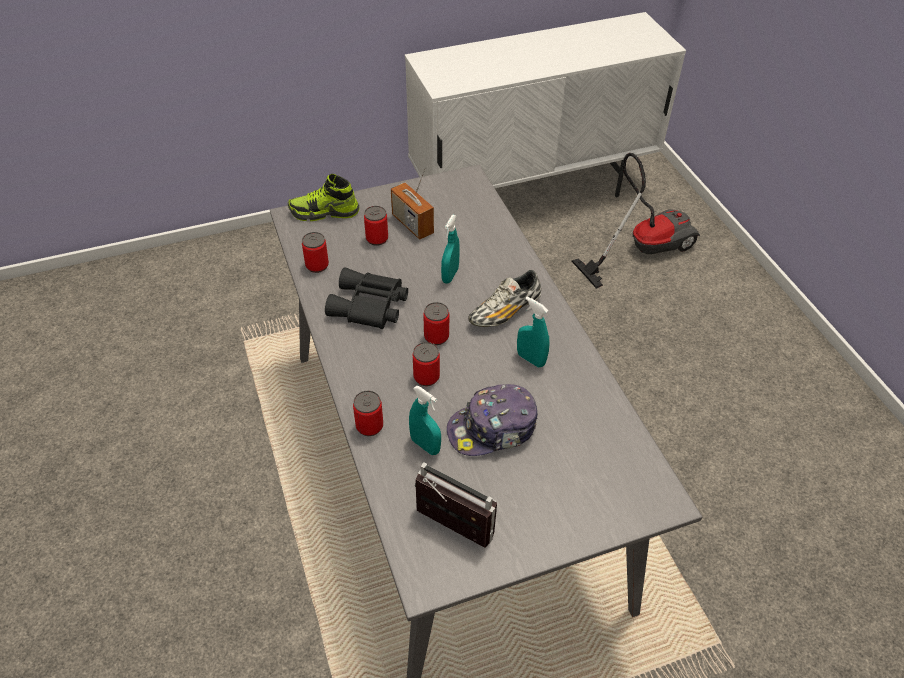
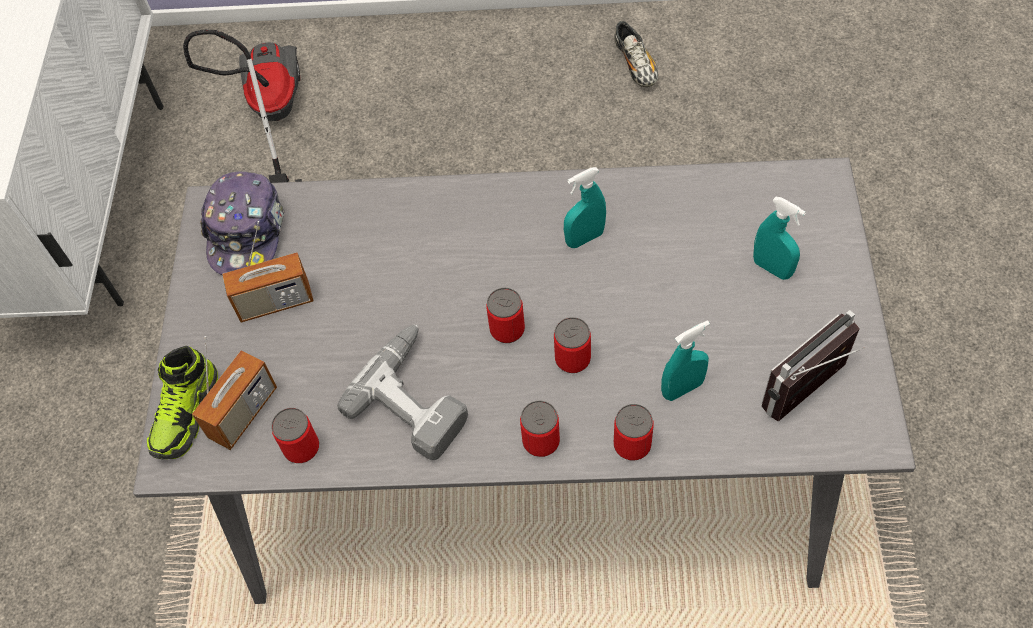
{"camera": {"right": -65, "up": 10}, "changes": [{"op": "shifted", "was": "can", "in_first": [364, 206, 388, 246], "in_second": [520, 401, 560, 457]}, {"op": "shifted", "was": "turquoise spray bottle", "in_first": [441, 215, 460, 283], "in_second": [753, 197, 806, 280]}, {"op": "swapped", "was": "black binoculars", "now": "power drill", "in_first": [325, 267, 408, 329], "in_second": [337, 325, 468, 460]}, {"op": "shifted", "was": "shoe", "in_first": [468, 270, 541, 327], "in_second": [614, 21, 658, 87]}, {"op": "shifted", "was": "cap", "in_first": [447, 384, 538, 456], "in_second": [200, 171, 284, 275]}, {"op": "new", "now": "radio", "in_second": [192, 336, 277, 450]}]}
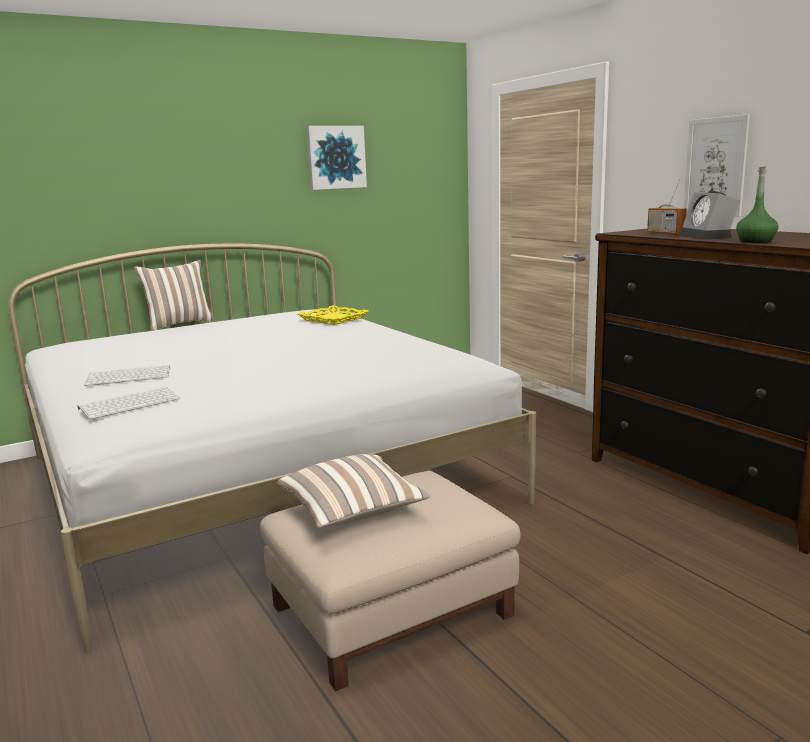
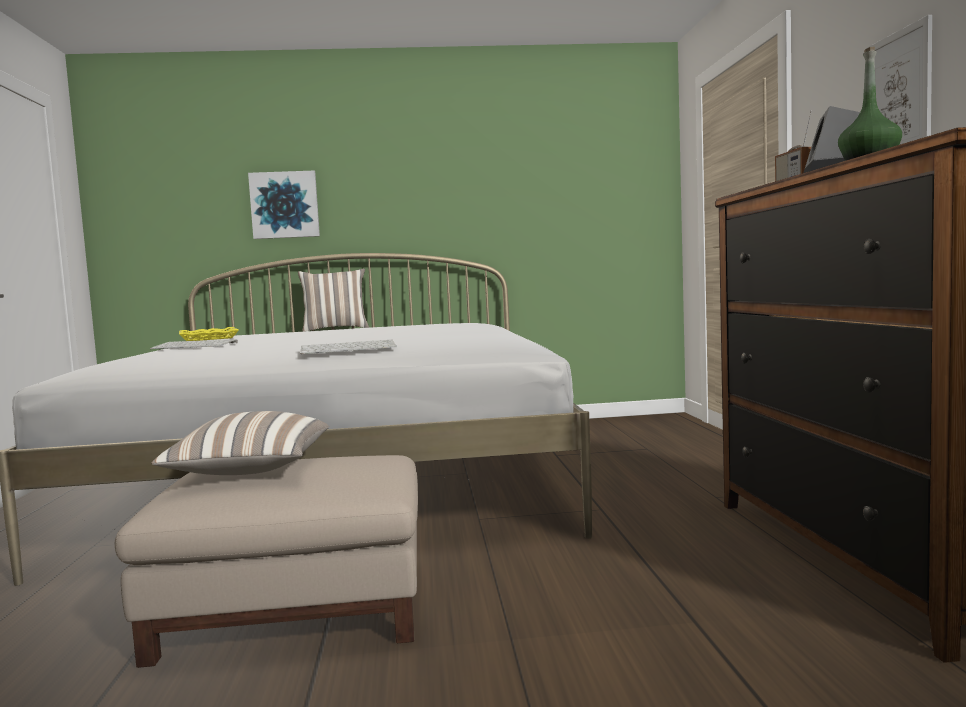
{"camera": {"right": 25, "up": -10}, "changes": [{"op": "shifted", "was": "picture", "in_first": [307, 126, 367, 190], "in_second": [248, 171, 320, 239]}, {"op": "shifted", "was": "yellow tray", "in_first": [298, 306, 369, 325], "in_second": [179, 327, 239, 341]}, {"op": "shifted", "was": "keyboard", "in_first": [78, 387, 180, 420], "in_second": [300, 340, 397, 354]}]}
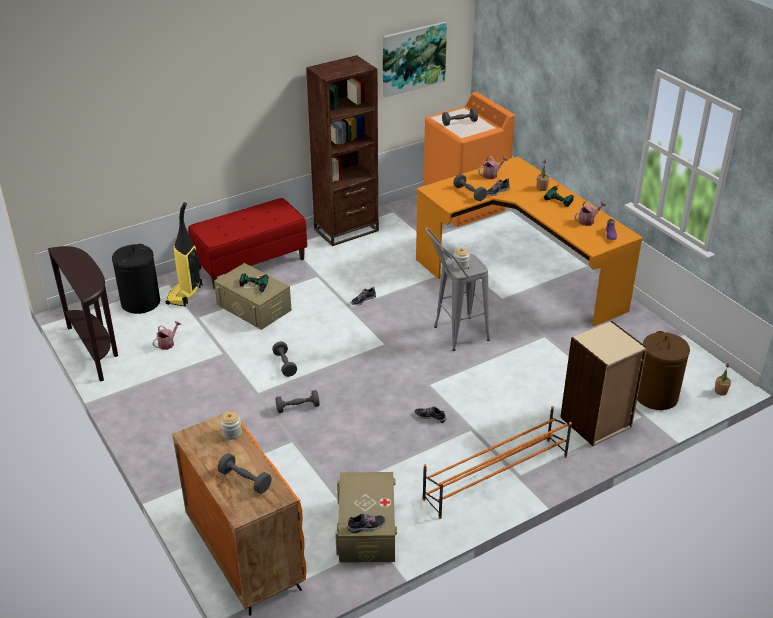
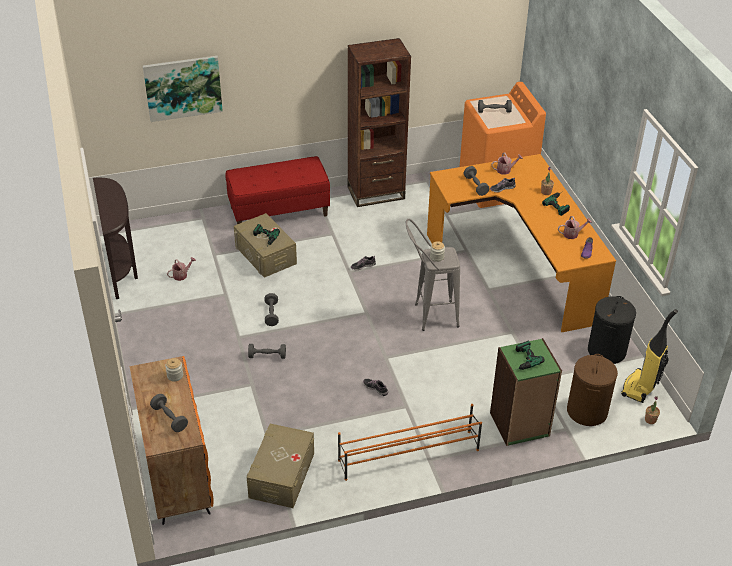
{"camera": {"right": 15, "up": 5}, "changes": [{"op": "shifted", "was": "picture", "in_first": [383, 22, 447, 97], "in_second": [143, 56, 223, 122]}, {"op": "shifted", "was": "vacuum cleaner", "in_first": [165, 202, 202, 306], "in_second": [621, 309, 678, 403]}, {"op": "shifted", "was": "black laundry basket", "in_first": [112, 244, 160, 314], "in_second": [588, 296, 636, 364]}, {"op": "repainted", "was": "beige bookcase", "now": "green bookcase", "in_first": [560, 321, 647, 446], "in_second": [490, 338, 562, 446]}, {"op": "gone", "was": "shoe", "in_first": [347, 514, 385, 533]}, {"op": "new", "now": "power drill", "in_second": [513, 341, 544, 371]}]}
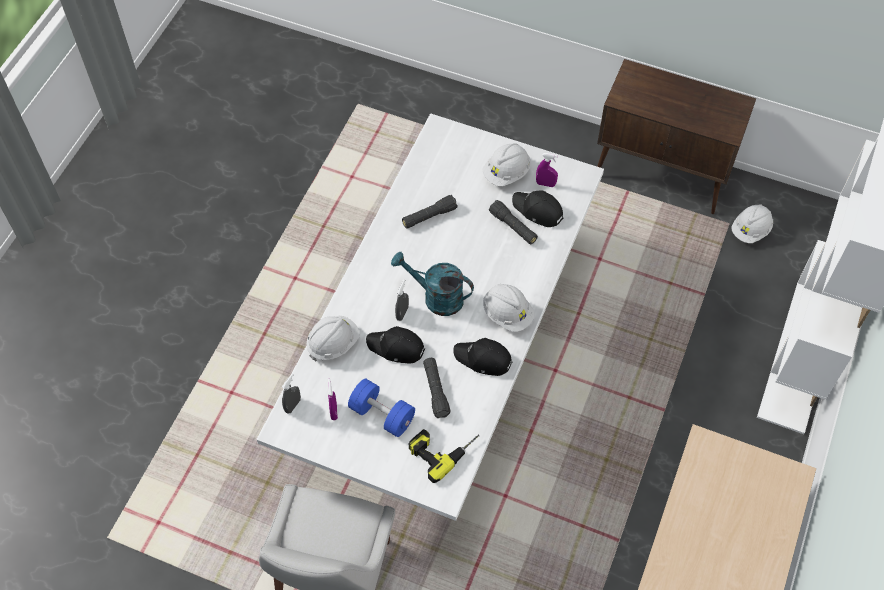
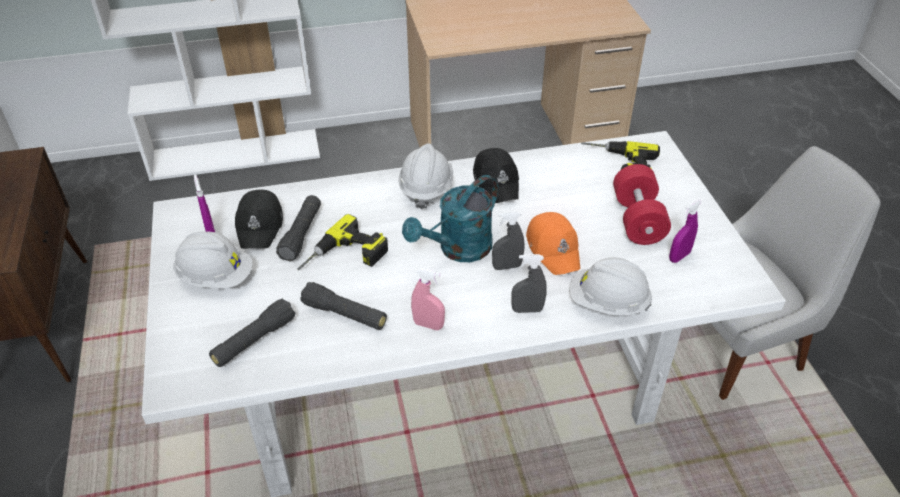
{"camera": {"right": -125, "up": -15}, "changes": [{"op": "gone", "was": "white hard hat", "in_first": [731, 204, 773, 243]}, {"op": "rotated", "was": "turquoise watering can", "in_first": [391, 252, 474, 316], "in_second": [402, 175, 498, 262], "clockwise": 60}, {"op": "repainted", "was": "black cap", "now": "orange cap", "in_first": [366, 326, 425, 364], "in_second": [526, 212, 580, 275]}, {"op": "shifted", "was": "black flashlight", "in_first": [423, 358, 451, 418], "in_second": [209, 298, 295, 367]}, {"op": "shifted", "was": "grey spray bottle", "in_first": [282, 374, 301, 413], "in_second": [511, 254, 547, 313]}, {"op": "repainted", "was": "blue dumbbell", "now": "red dumbbell", "in_first": [348, 379, 415, 437], "in_second": [613, 164, 671, 245]}, {"op": "new", "now": "power drill", "in_second": [297, 214, 388, 270]}, {"op": "new", "now": "pink spray bottle", "in_second": [411, 268, 445, 330]}]}
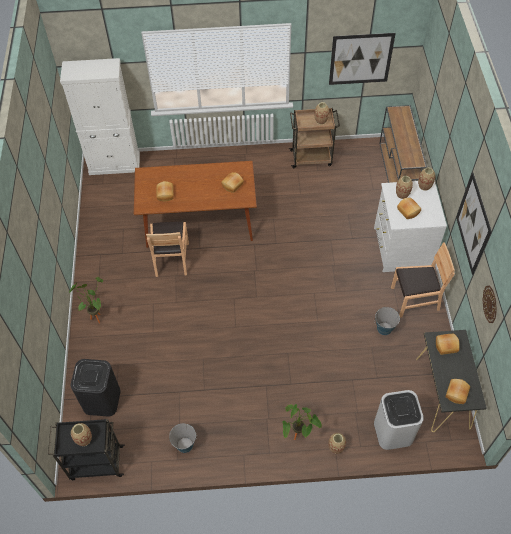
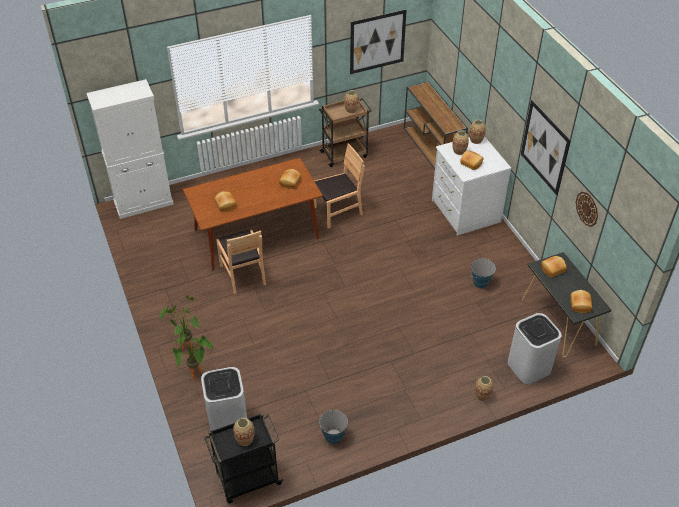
{"camera": {"right": -20, "up": -10}, "changes": [{"op": "shifted", "was": "brown chair", "in_first": [391, 242, 455, 318], "in_second": [313, 143, 365, 229]}, {"op": "repainted", "was": "black trash can", "now": "white trash can", "in_first": [71, 359, 121, 417], "in_second": [201, 367, 247, 431]}, {"op": "shifted", "was": "potted plant", "in_first": [282, 404, 322, 440], "in_second": [173, 331, 214, 380]}]}
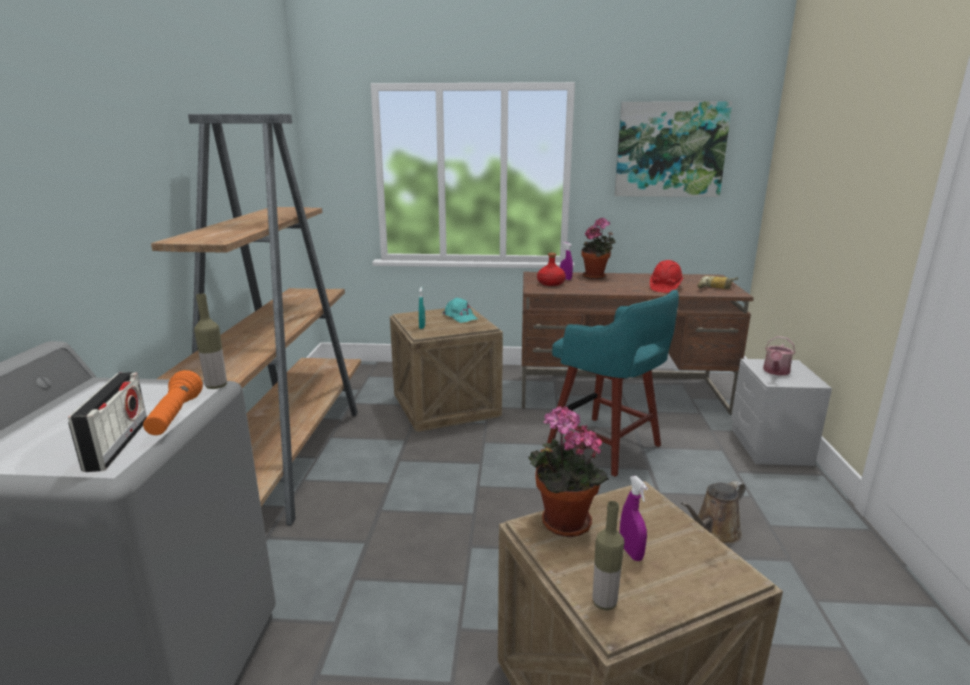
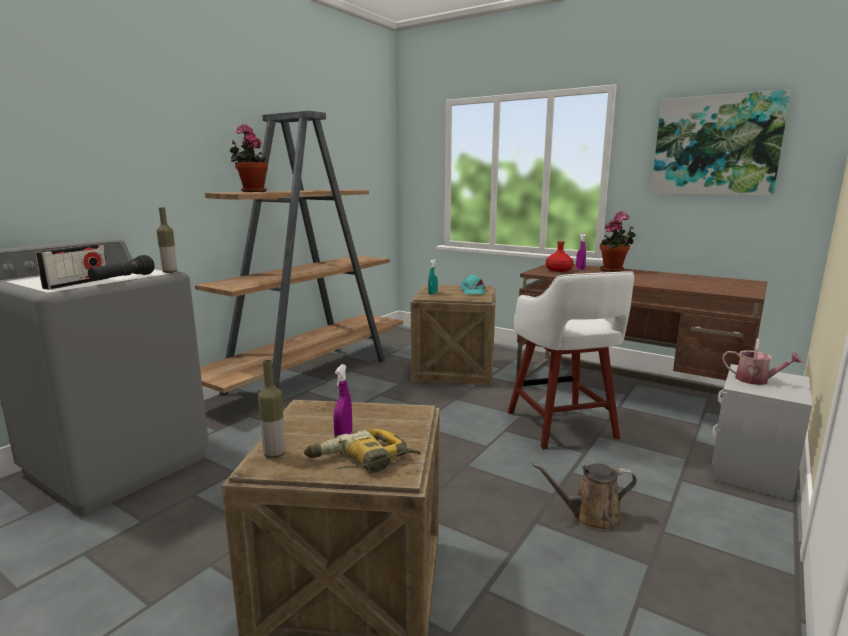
{"camera": {"right": 30, "up": -5}, "changes": [{"op": "gone", "was": "red hard hat", "in_first": [650, 260, 684, 293]}, {"op": "shifted", "was": "power drill", "in_first": [697, 276, 738, 289], "in_second": [304, 429, 421, 474]}, {"op": "repainted", "was": "turquoise stool", "now": "white stool", "in_first": [547, 290, 679, 477], "in_second": [508, 271, 634, 449]}, {"op": "rotated", "was": "watering can", "in_first": [763, 336, 795, 375], "in_second": [722, 339, 803, 385], "clockwise": -120}, {"op": "repainted", "was": "orange flashlight", "now": "black flashlight", "in_first": [143, 370, 203, 435], "in_second": [88, 255, 155, 281]}, {"op": "shifted", "was": "potted plant", "in_first": [529, 406, 609, 537], "in_second": [230, 124, 268, 192]}]}
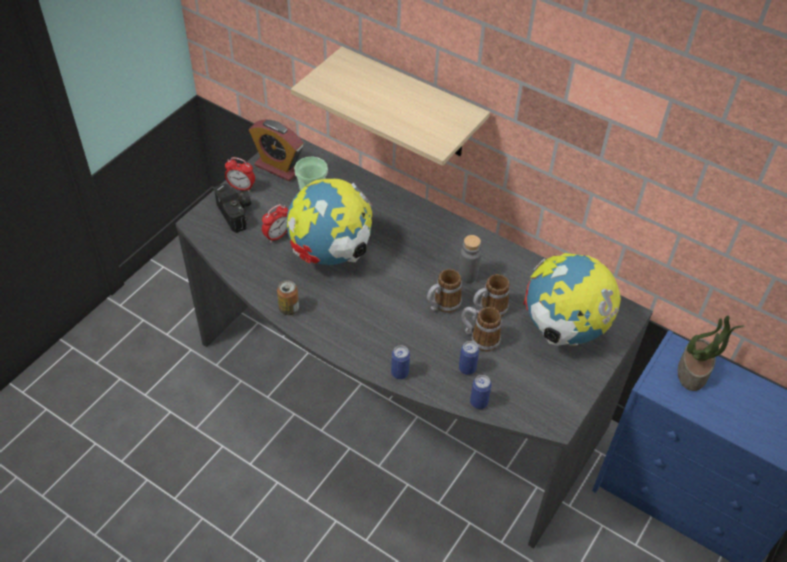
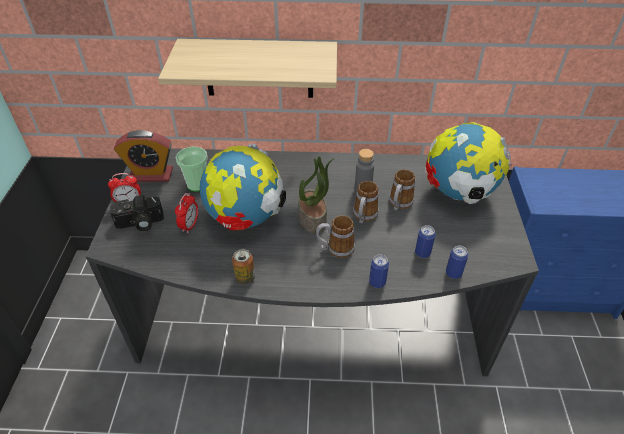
{"camera": {"right": -30, "up": -5}, "changes": [{"op": "rotated", "was": "photo camera", "in_first": [214, 183, 251, 233], "in_second": [110, 195, 164, 231], "clockwise": 135}, {"op": "shifted", "was": "mug", "in_first": [461, 307, 502, 352], "in_second": [316, 215, 355, 258]}, {"op": "shifted", "was": "potted plant", "in_first": [678, 315, 744, 391], "in_second": [298, 156, 335, 234]}]}
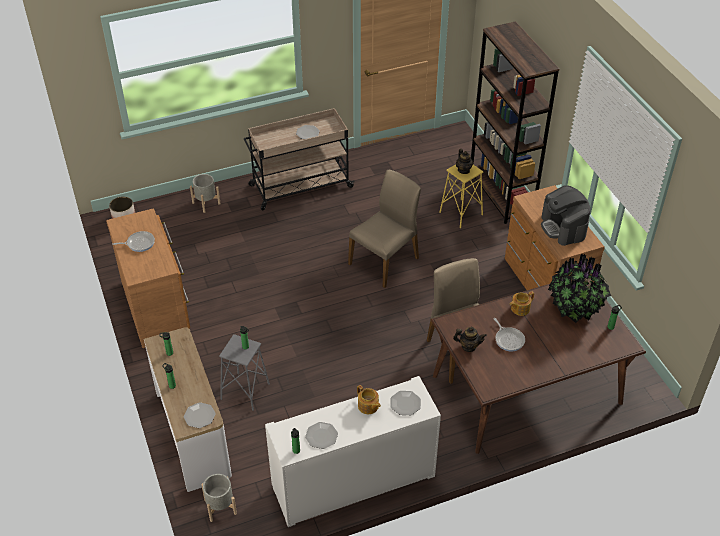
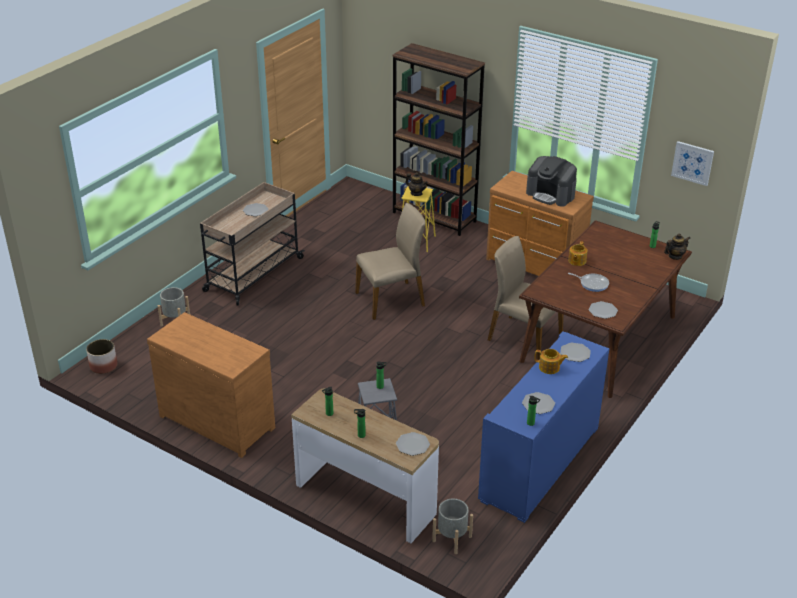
{"camera": {"right": -35, "up": -10}, "changes": [{"op": "rotated", "was": "beige chair", "in_first": [348, 170, 421, 288], "in_second": [355, 203, 425, 320], "clockwise": 60}, {"op": "gone", "was": "frying pan", "in_first": [112, 231, 155, 252]}, {"op": "gone", "was": "potted plant", "in_first": [548, 254, 611, 323]}, {"op": "shifted", "was": "teapot", "in_first": [453, 327, 487, 352], "in_second": [664, 233, 690, 260]}, {"op": "repainted", "was": "white cabinet", "now": "blue cabinet", "in_first": [265, 376, 441, 527], "in_second": [478, 331, 609, 523]}, {"op": "new", "now": "picture", "in_second": [671, 141, 714, 186]}, {"op": "new", "now": "plate", "in_second": [588, 301, 618, 319]}]}
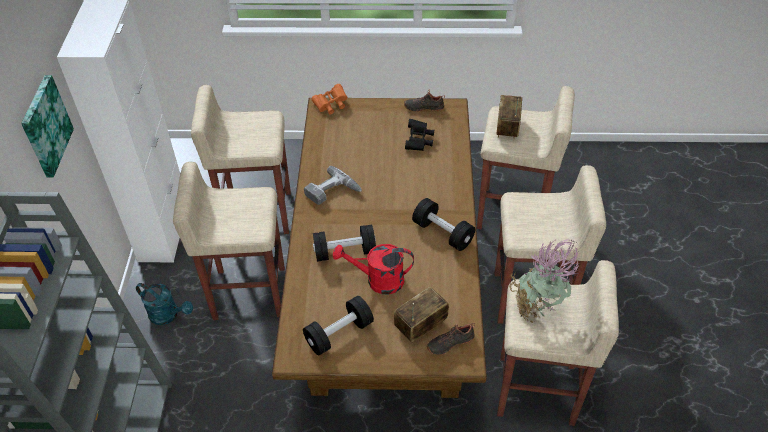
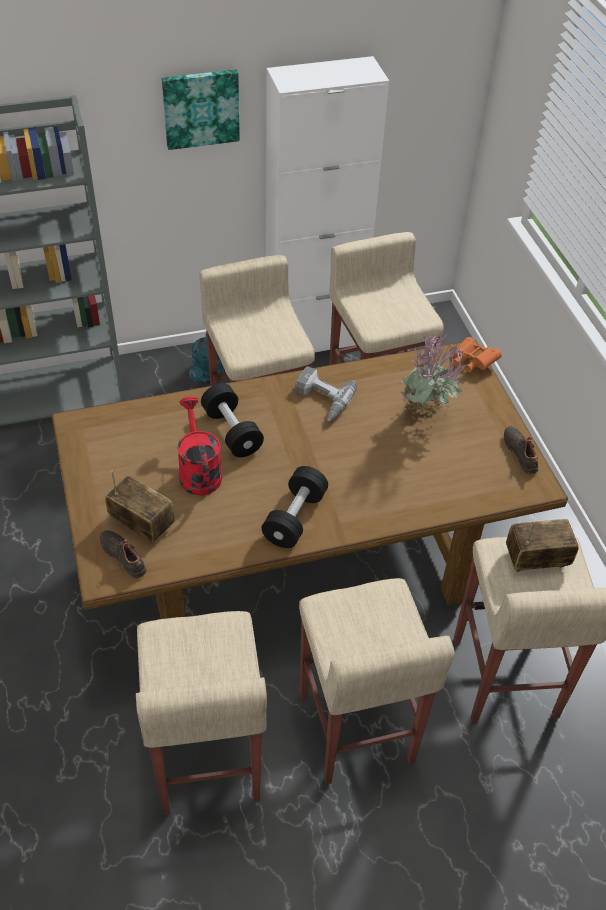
{"camera": {"right": 70, "up": 0}, "changes": [{"op": "gone", "was": "black binoculars", "in_first": [405, 119, 434, 151]}, {"op": "shifted", "was": "potted plant", "in_first": [510, 239, 580, 323], "in_second": [399, 331, 468, 422]}, {"op": "gone", "was": "black dumbbell", "in_first": [303, 296, 374, 355]}]}
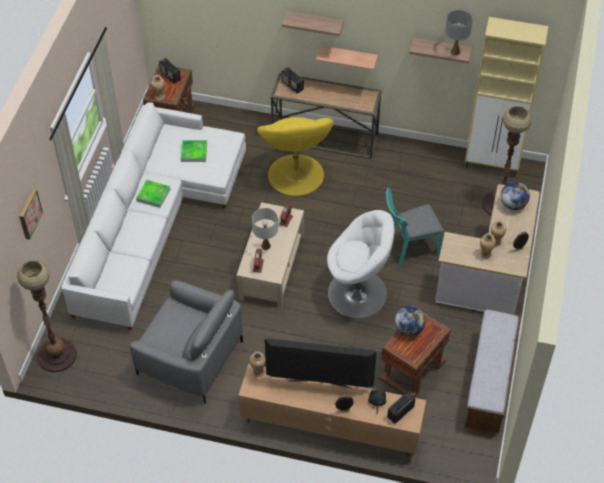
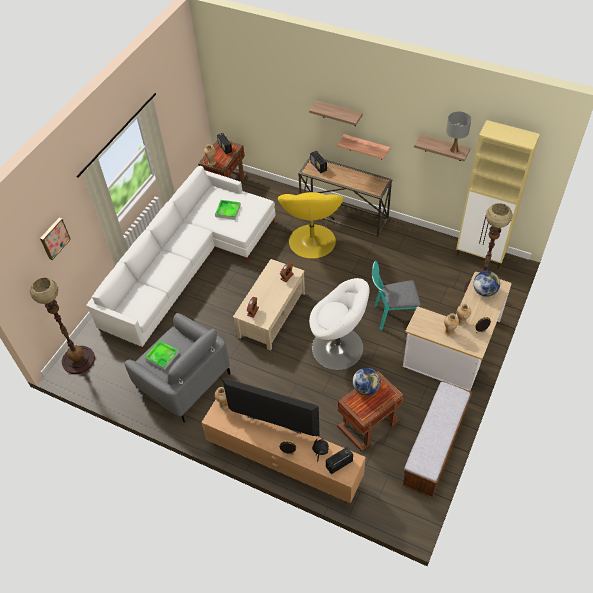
{"camera": {"right": 15, "up": 0}, "changes": [{"op": "shifted", "was": "tray", "in_first": [136, 180, 170, 208], "in_second": [145, 340, 179, 370]}, {"op": "gone", "was": "white table lamp", "in_first": [252, 208, 278, 250]}]}
